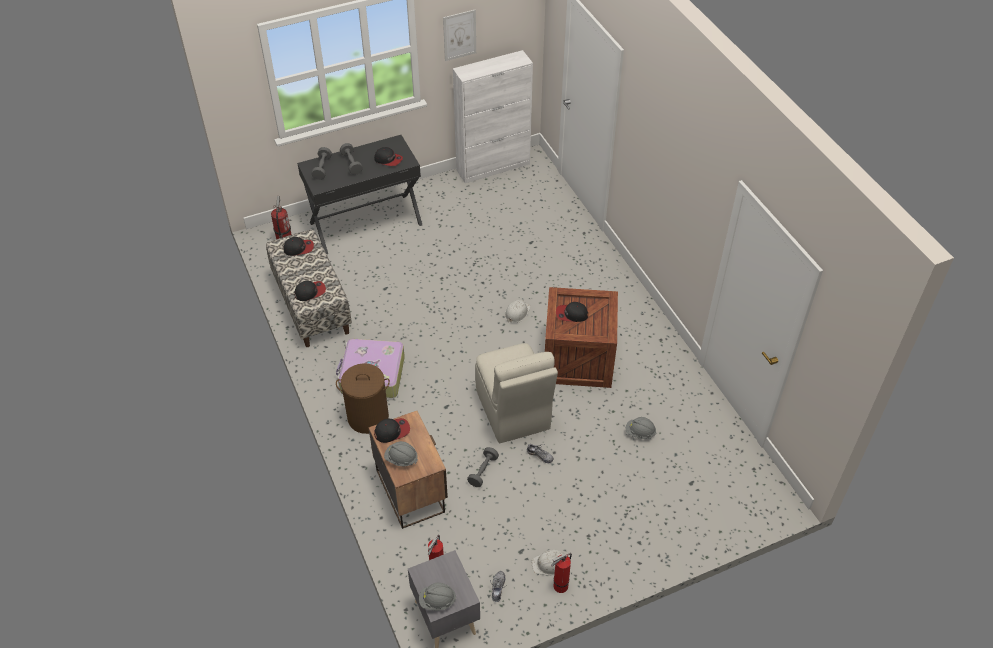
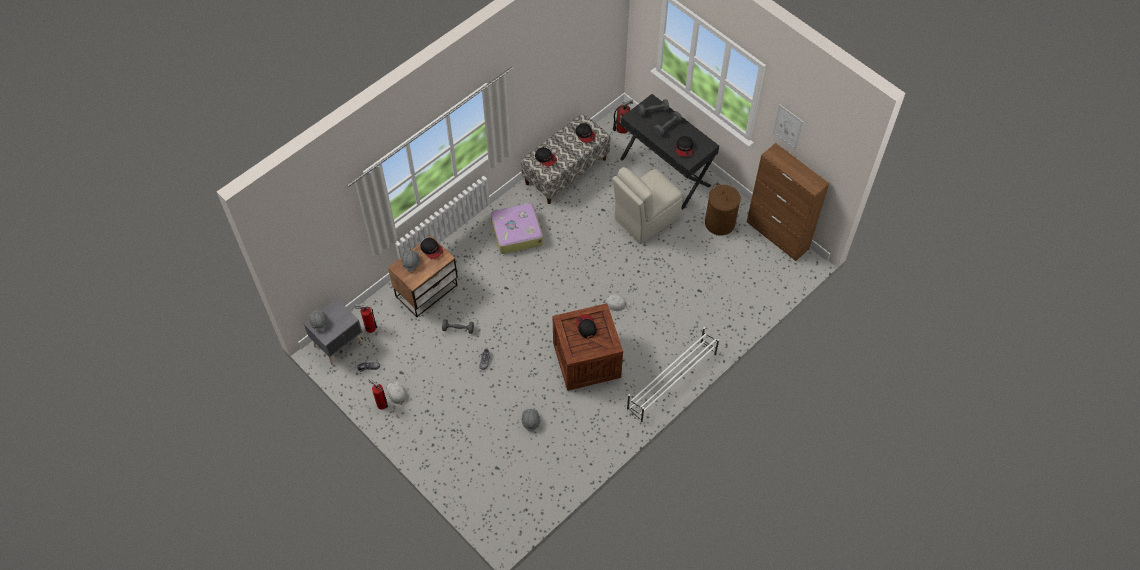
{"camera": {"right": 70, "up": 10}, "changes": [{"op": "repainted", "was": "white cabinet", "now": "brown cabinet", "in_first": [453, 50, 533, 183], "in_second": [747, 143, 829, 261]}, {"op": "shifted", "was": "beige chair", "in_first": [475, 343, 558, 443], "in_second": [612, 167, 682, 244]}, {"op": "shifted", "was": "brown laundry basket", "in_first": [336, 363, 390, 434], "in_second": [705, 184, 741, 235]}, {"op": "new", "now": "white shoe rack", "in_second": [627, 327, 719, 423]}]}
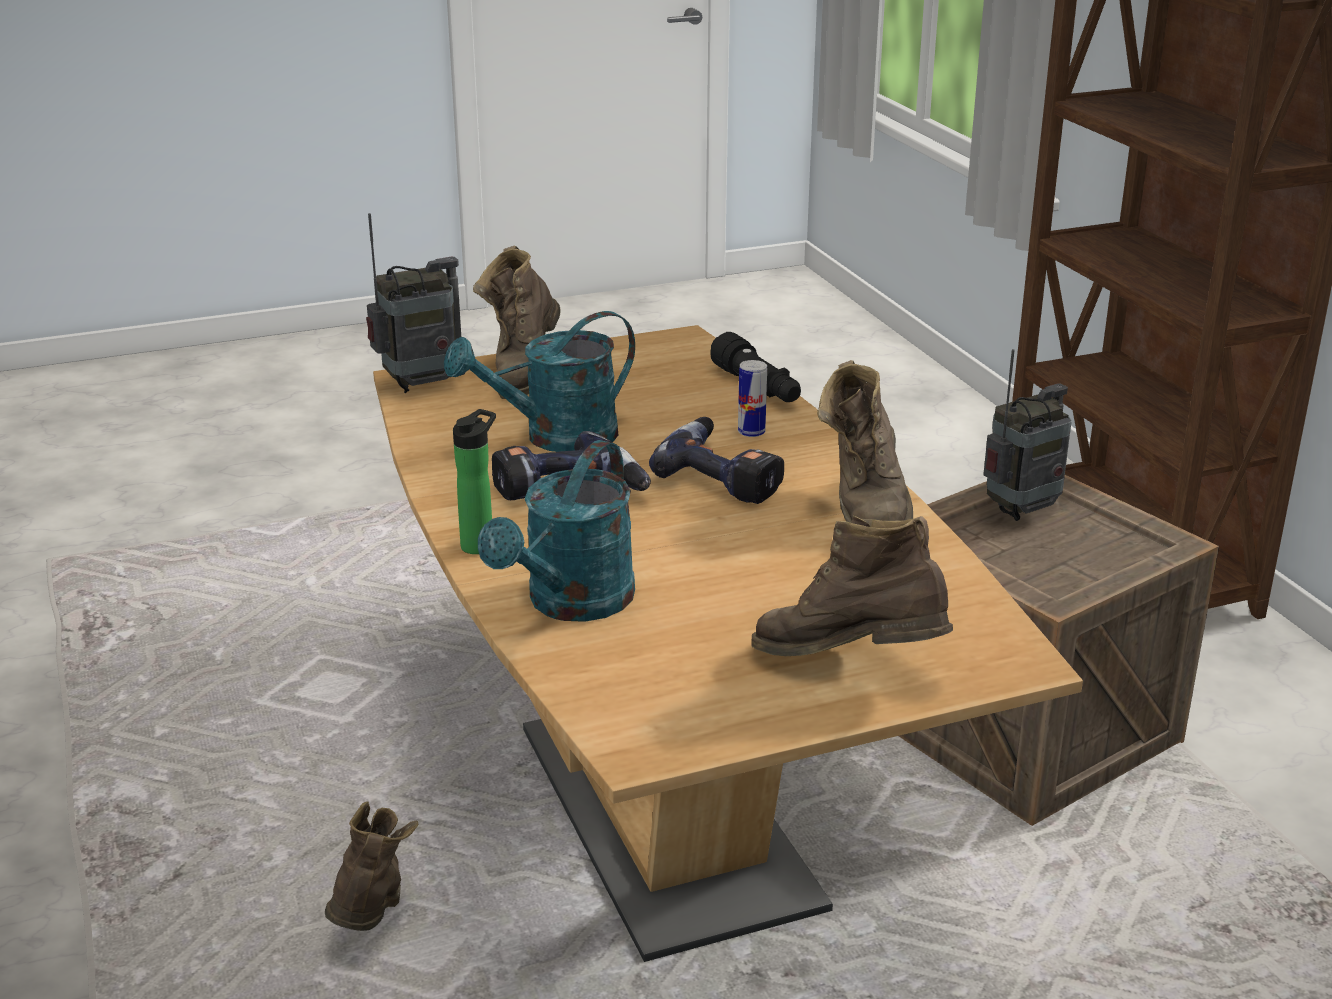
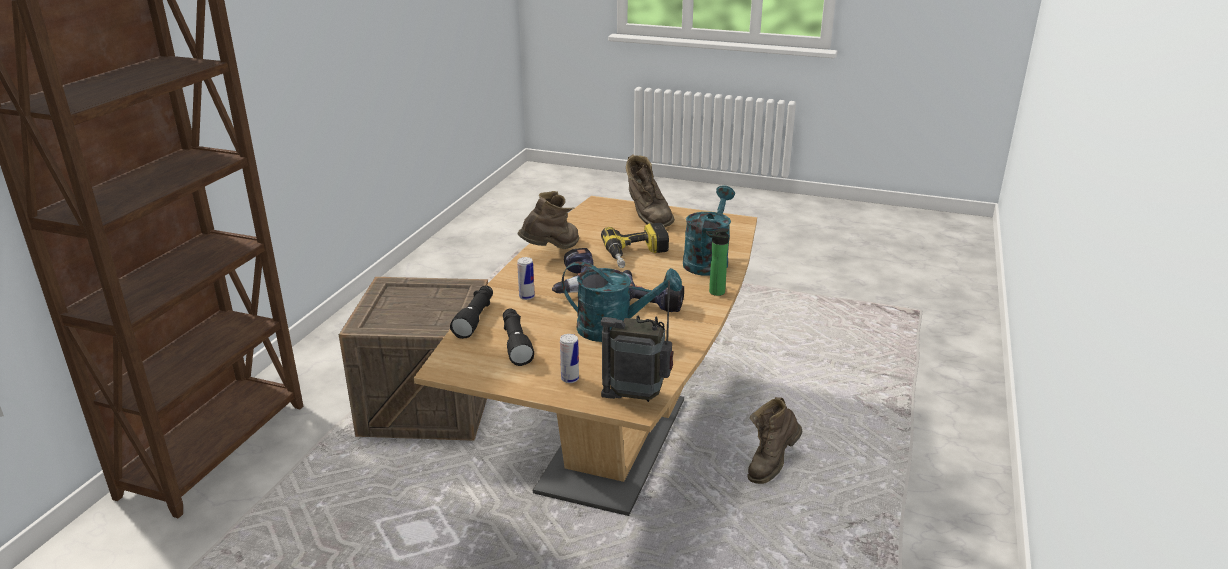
{"camera": {"right": -140, "up": 0}, "changes": [{"op": "swapped", "was": "brown boot", "now": "can", "in_first": [473, 246, 561, 399], "in_second": [560, 334, 579, 383]}, {"op": "gone", "was": "radio", "in_first": [983, 349, 1072, 521]}, {"op": "rotated", "was": "turquoise watering can", "in_first": [478, 440, 635, 622], "in_second": [683, 185, 735, 275], "clockwise": -45}, {"op": "new", "now": "power drill", "in_second": [601, 223, 669, 268]}, {"op": "new", "now": "black flashlight", "in_second": [503, 309, 534, 366]}]}
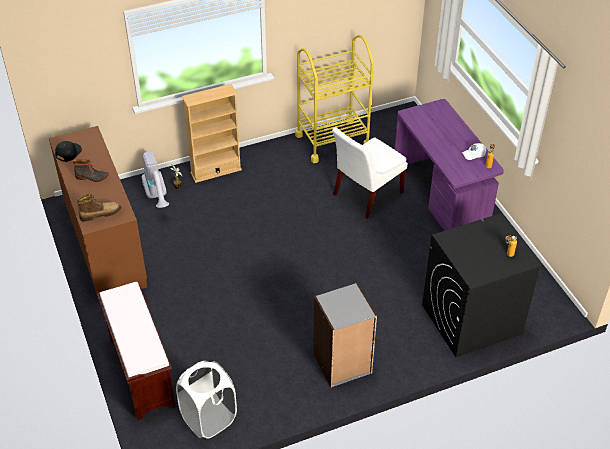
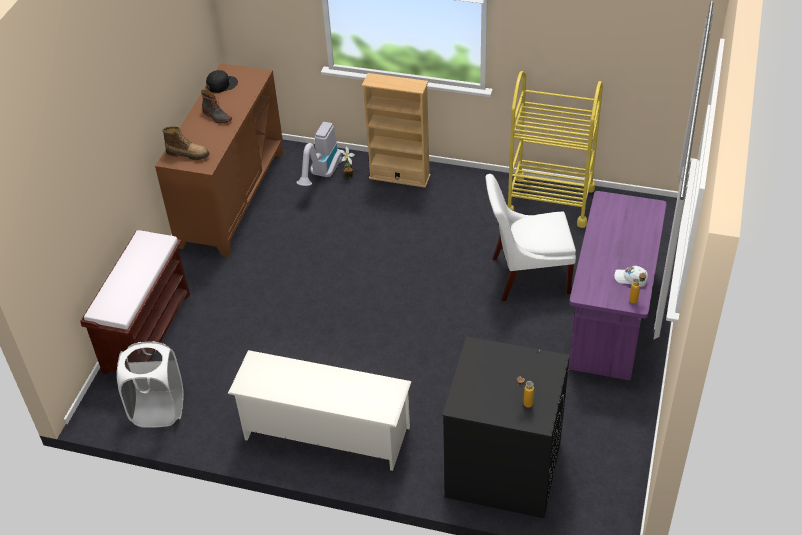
{"camera": {"right": 40, "up": 0}, "changes": [{"op": "swapped", "was": "grey bookcase", "now": "white shoe rack", "in_first": [314, 283, 377, 388], "in_second": [228, 350, 412, 471]}]}
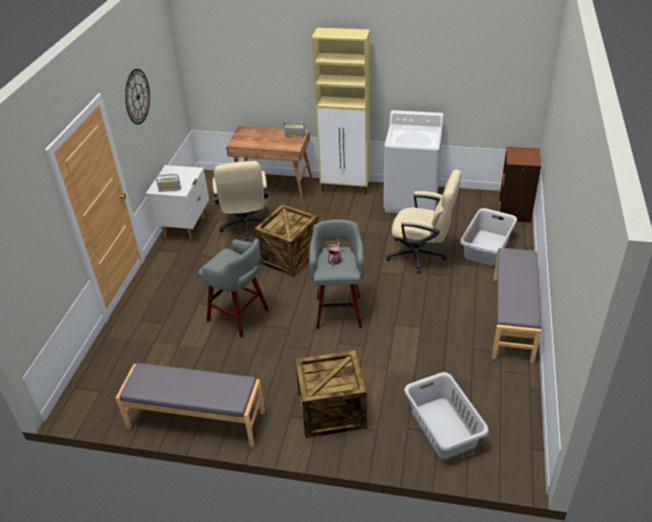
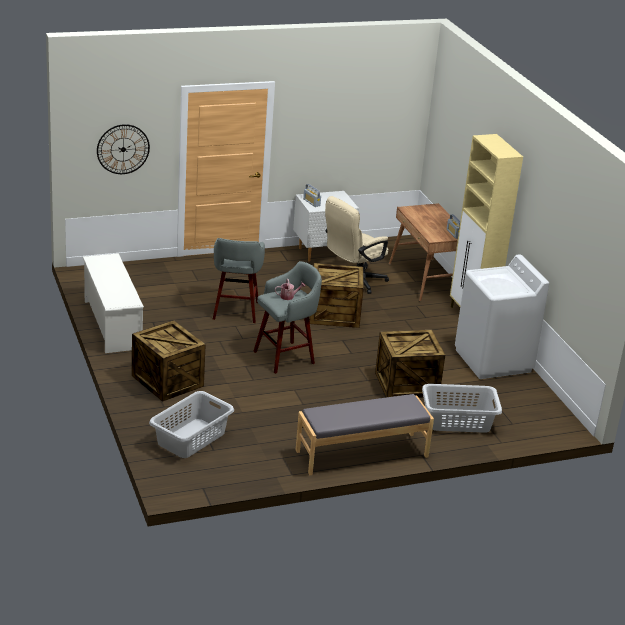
{"camera": {"right": 55, "up": -10}, "changes": [{"op": "shifted", "was": "wall clock", "in_first": [125, 69, 150, 125], "in_second": [97, 124, 150, 174]}, {"op": "gone", "was": "brown bookcase", "in_first": [499, 147, 541, 223]}, {"op": "swapped", "was": "beige office chair", "now": "crate", "in_first": [386, 170, 461, 273], "in_second": [375, 330, 445, 398]}, {"op": "swapped", "was": "grey bench", "now": "white shoe rack", "in_first": [116, 363, 265, 447], "in_second": [83, 253, 144, 353]}]}
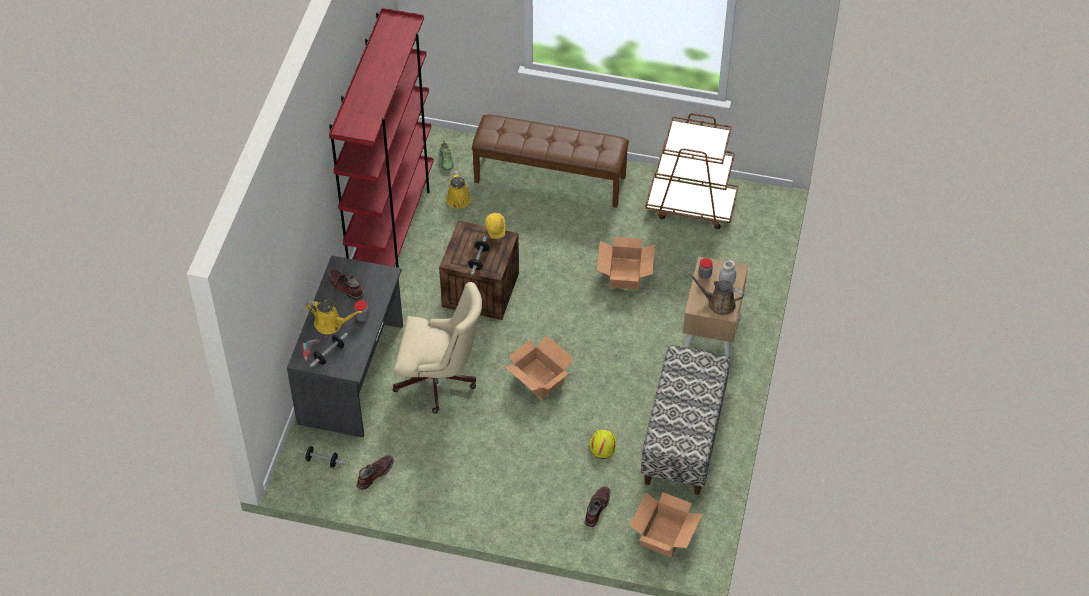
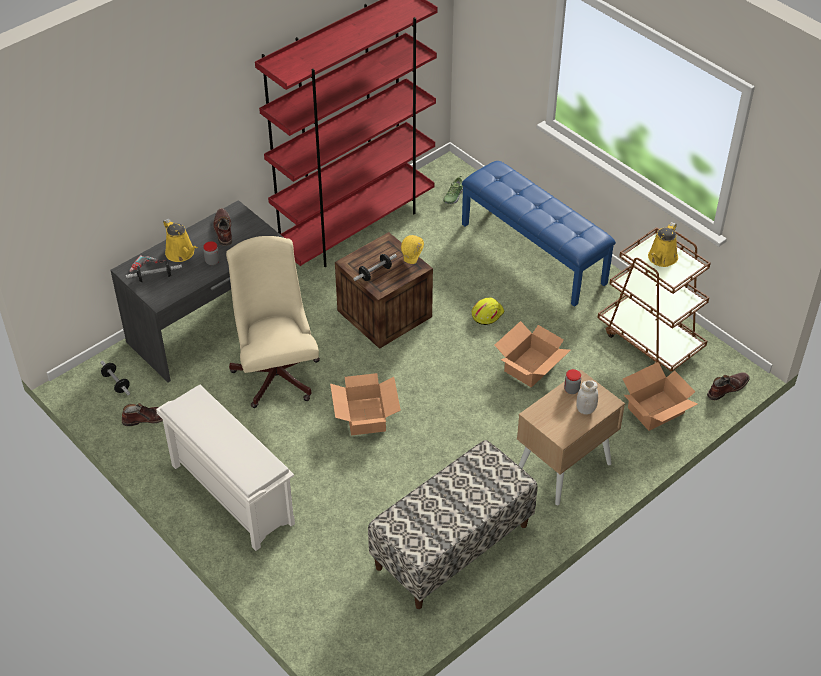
{"camera": {"right": 35, "up": -5}, "changes": [{"op": "repainted", "was": "brown bench", "now": "blue bench", "in_first": [472, 114, 629, 208], "in_second": [462, 161, 616, 307]}, {"op": "shifted", "was": "yellow watering can", "in_first": [446, 171, 471, 209], "in_second": [648, 222, 678, 267]}, {"op": "gone", "was": "brown watering can", "in_first": [687, 272, 744, 315]}, {"op": "rotated", "was": "beige office chair", "in_first": [393, 282, 482, 414], "in_second": [226, 236, 320, 408], "clockwise": -150}, {"op": "shifted", "was": "yellow hard hat", "in_first": [589, 429, 616, 459], "in_second": [472, 297, 504, 325]}, {"op": "shifted", "was": "brown boot", "in_first": [585, 486, 610, 527], "in_second": [707, 372, 750, 400]}, {"op": "shifted", "was": "cardboard box", "in_first": [629, 492, 703, 557], "in_second": [623, 362, 698, 431]}, {"op": "new", "now": "white shoe rack", "in_second": [156, 385, 295, 551]}]}
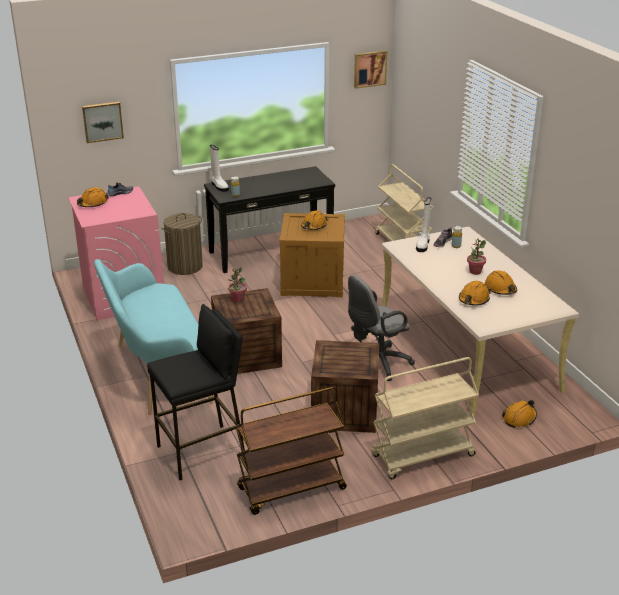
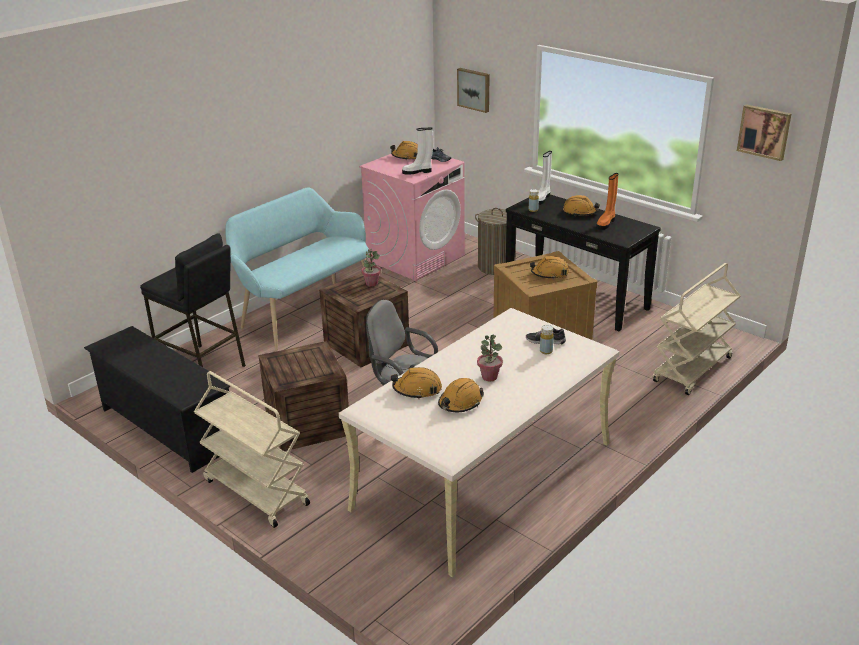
{"camera": {"right": 65, "up": 0}, "changes": [{"op": "shifted", "was": "white boot", "in_first": [416, 197, 431, 252], "in_second": [402, 127, 433, 174]}, {"op": "swapped", "was": "brown cart", "now": "black shoe rack", "in_first": [235, 387, 347, 515], "in_second": [84, 326, 231, 473]}, {"op": "shifted", "was": "orange hard hat", "in_first": [502, 400, 537, 428], "in_second": [563, 195, 600, 216]}, {"op": "new", "now": "orange boot", "in_second": [596, 173, 619, 230]}]}
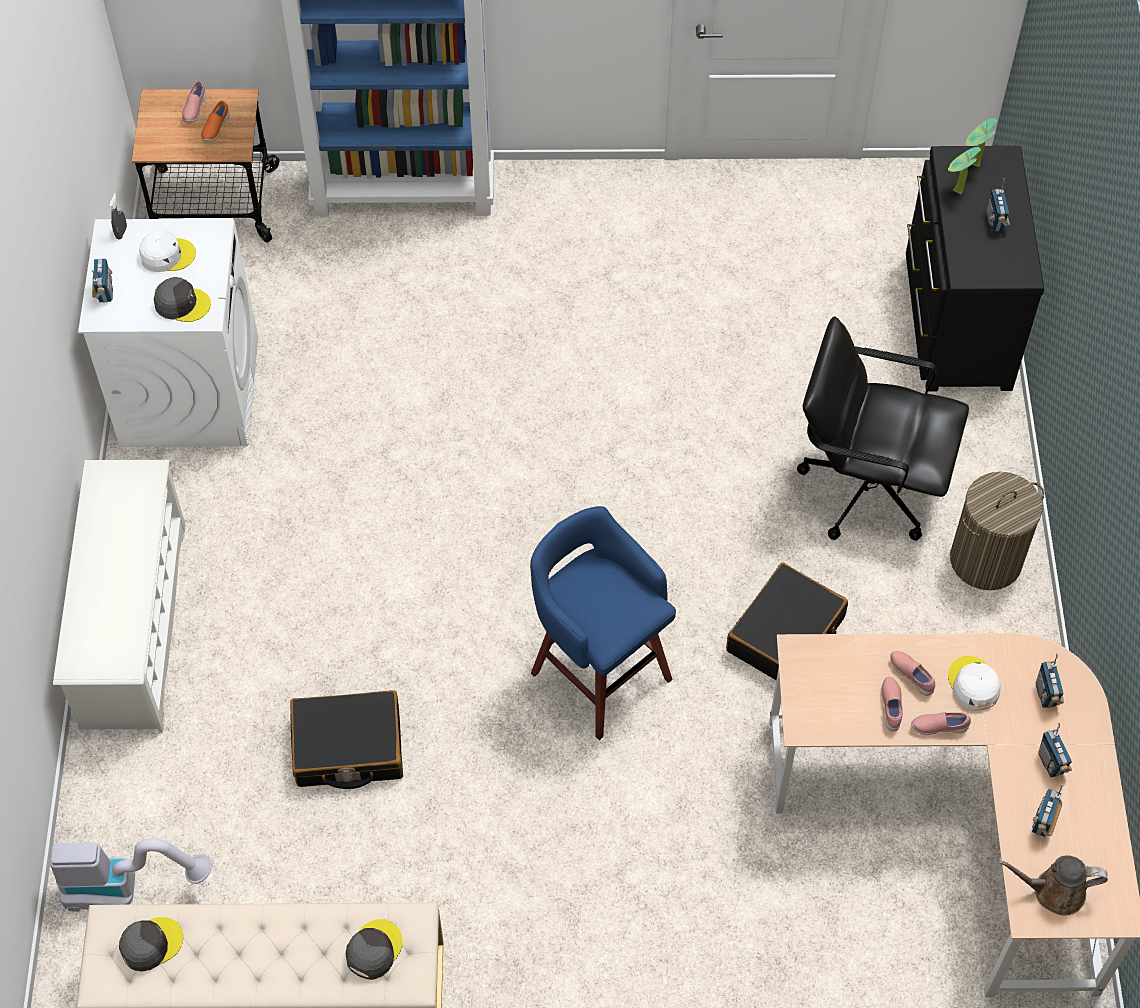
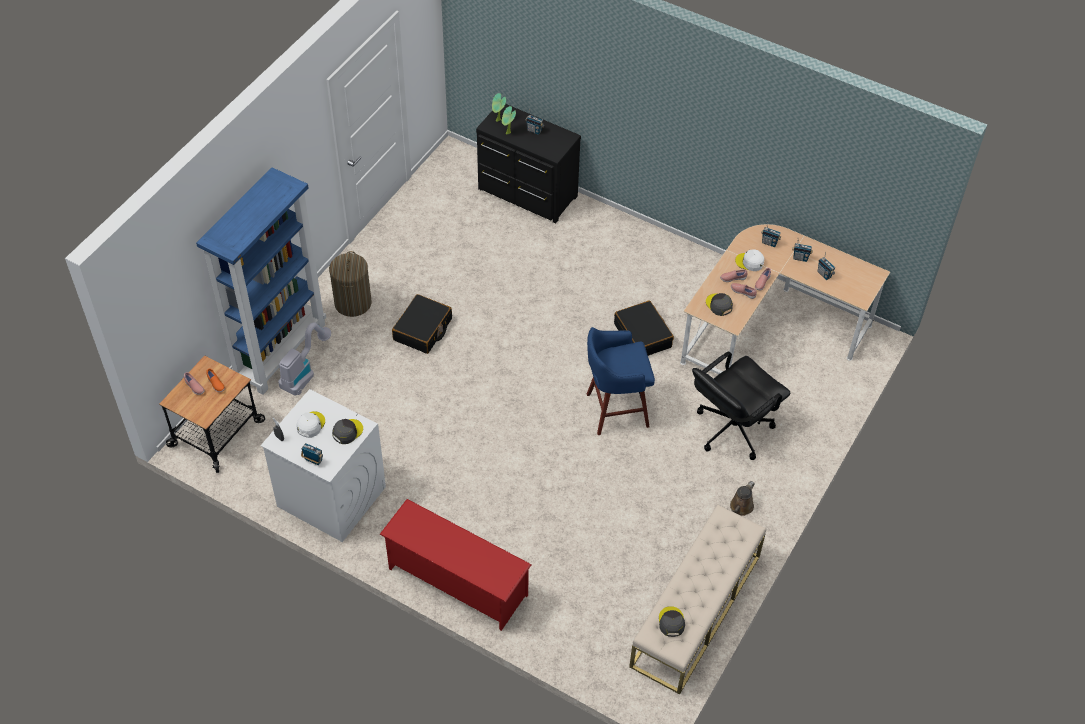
{"camera": {"right": -60, "up": -5}, "changes": [{"op": "shifted", "was": "black office chair", "in_first": [797, 317, 969, 541], "in_second": [692, 351, 791, 460]}, {"op": "repainted", "was": "white shoe rack", "now": "red shoe rack", "in_first": [53, 460, 186, 733], "in_second": [379, 499, 532, 631]}, {"op": "shifted", "was": "laundry basket", "in_first": [950, 472, 1044, 590], "in_second": [329, 251, 372, 317]}, {"op": "shifted", "was": "black suitcase", "in_first": [290, 690, 403, 789], "in_second": [392, 294, 452, 354]}, {"op": "shifted", "was": "vacuum cleaner", "in_first": [50, 838, 212, 912], "in_second": [278, 322, 331, 395]}, {"op": "shifted", "was": "brown watering can", "in_first": [998, 855, 1108, 916], "in_second": [730, 481, 755, 516]}, {"op": "shifted", "was": "grey cap", "in_first": [346, 919, 403, 980], "in_second": [706, 293, 733, 316]}]}
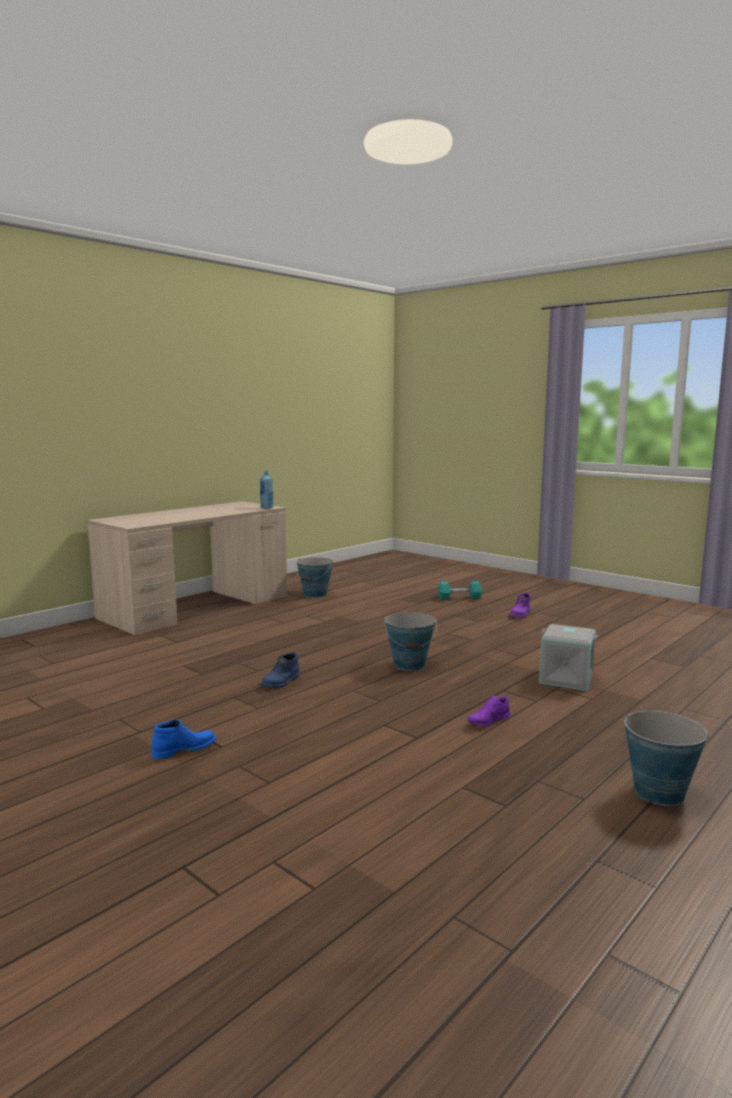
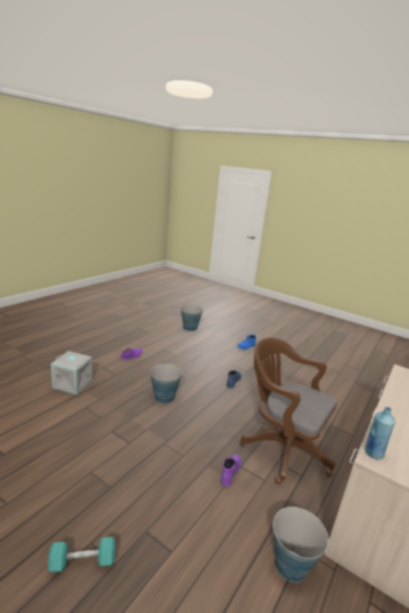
{"camera": {"right": 170, "up": 10}, "changes": [{"op": "shifted", "was": "purple boot", "in_first": [510, 593, 531, 618], "in_second": [220, 455, 241, 487]}, {"op": "shifted", "was": "bucket", "in_first": [624, 711, 709, 806], "in_second": [180, 305, 203, 331]}, {"op": "new", "now": "brown office chair", "in_second": [240, 337, 337, 484]}]}
